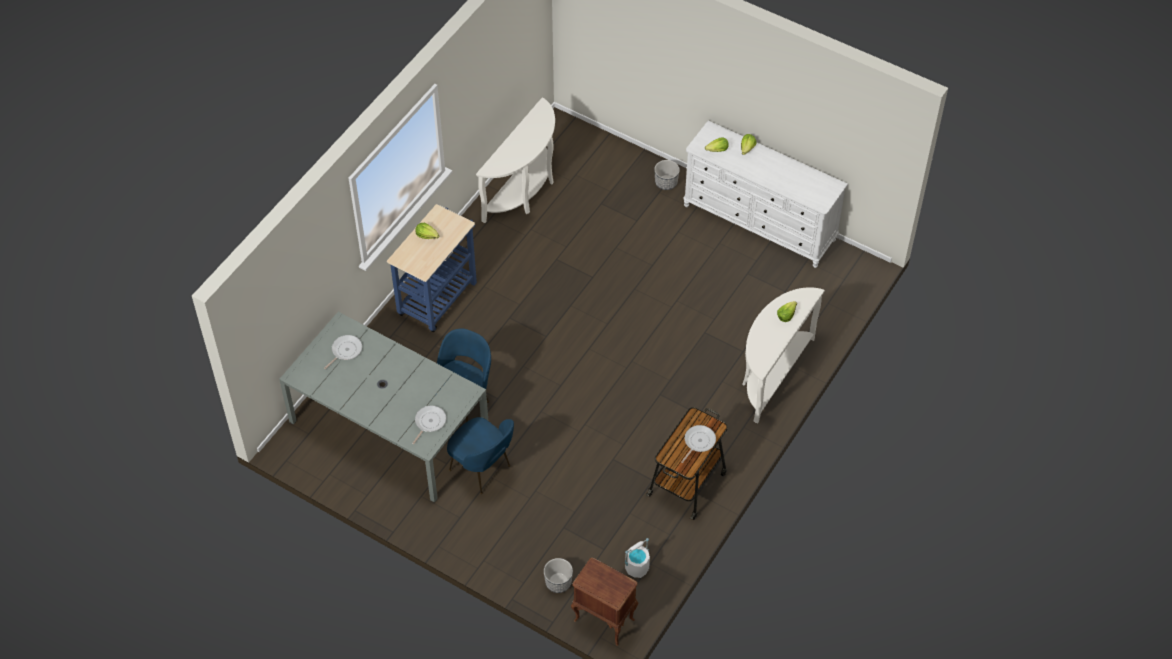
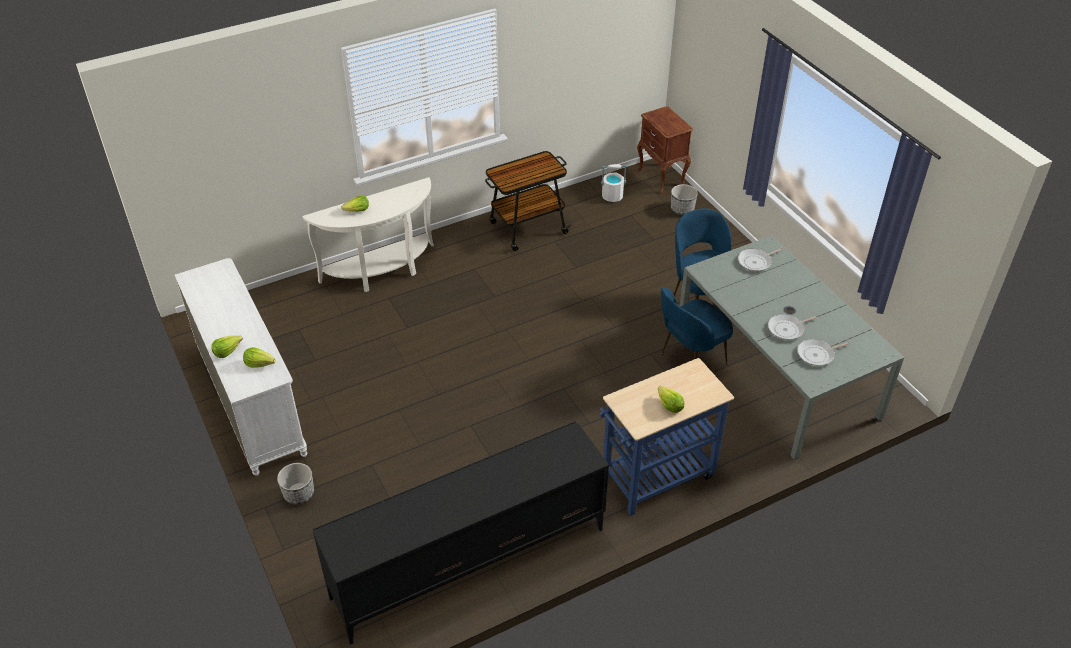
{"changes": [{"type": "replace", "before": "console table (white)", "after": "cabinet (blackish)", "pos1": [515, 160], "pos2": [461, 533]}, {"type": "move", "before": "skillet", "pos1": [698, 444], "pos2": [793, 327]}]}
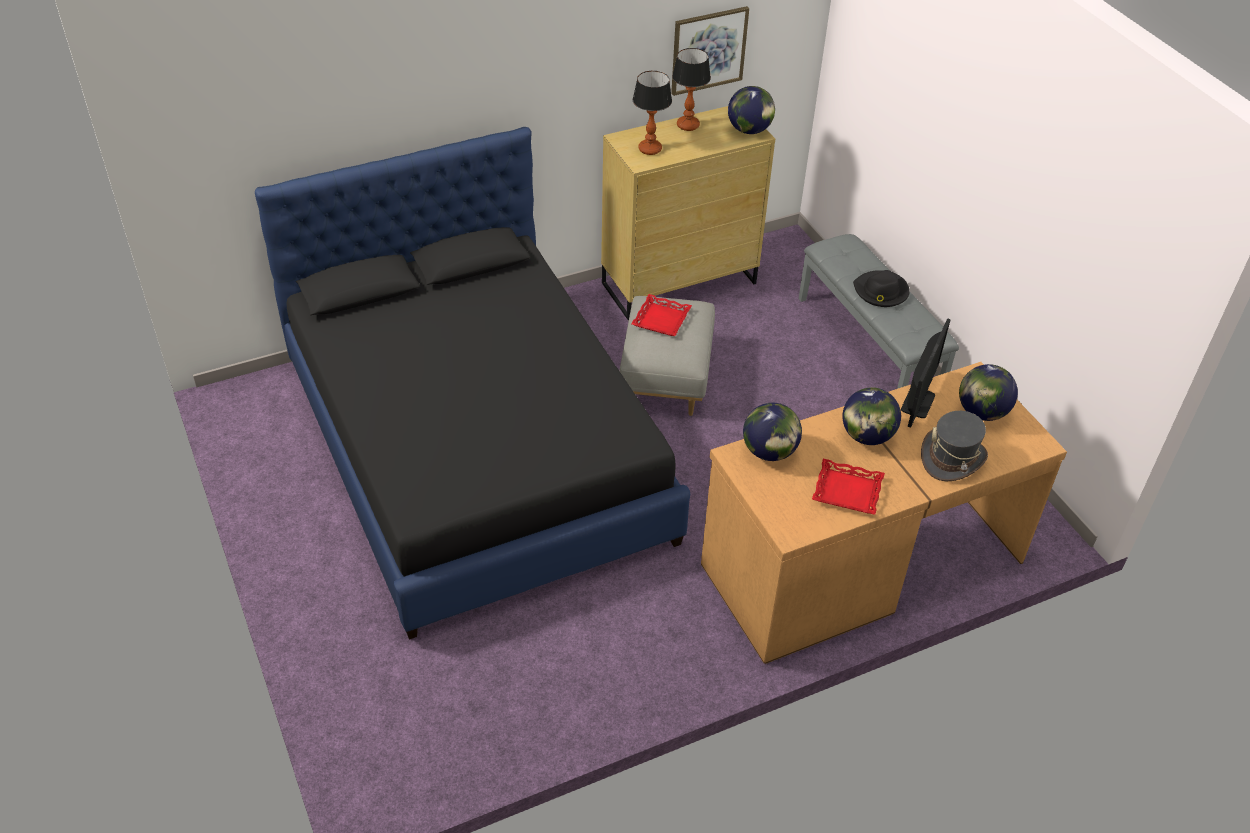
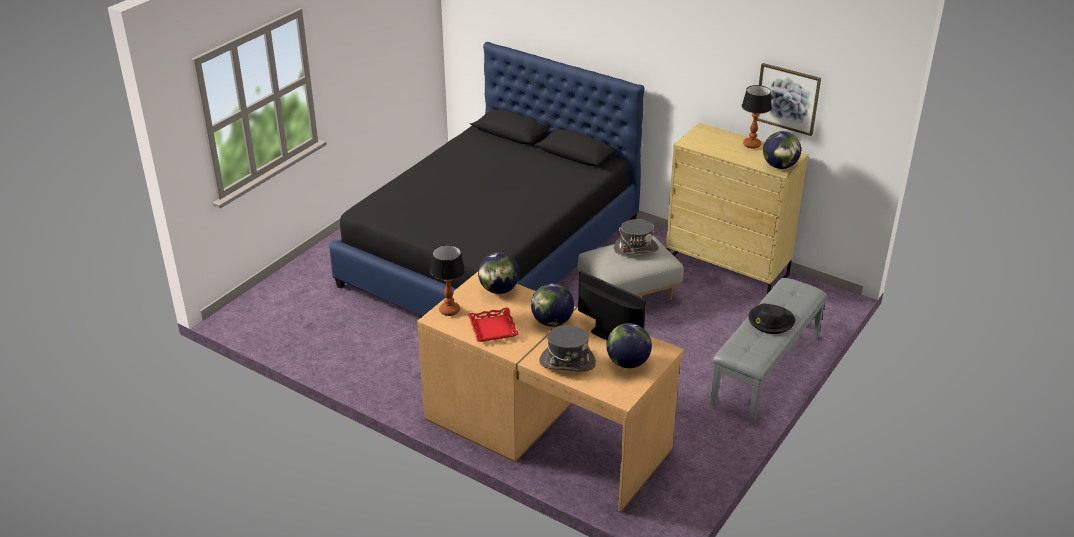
{"changes": [{"type": "move", "before": "tabletop lamp", "pos1": [652, 113], "pos2": [447, 280]}, {"type": "rotate", "before": "monitor", "pos1": [926, 373], "pos2": [612, 305], "turn": -135}, {"type": "replace", "before": "serving tray (red)", "after": "wearable hat (gray)", "pos1": [661, 315], "pos2": [636, 237]}]}
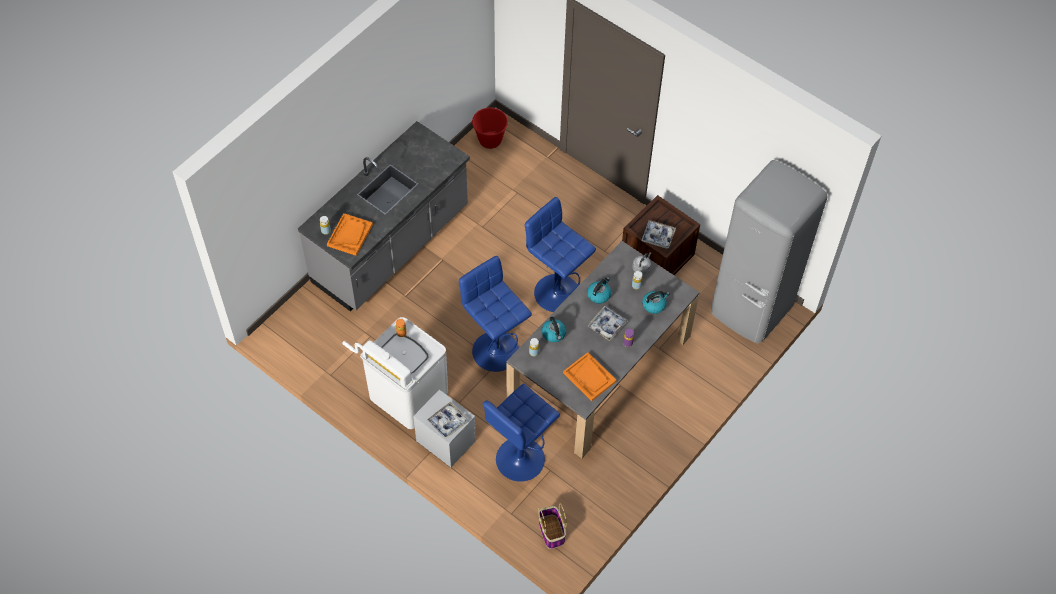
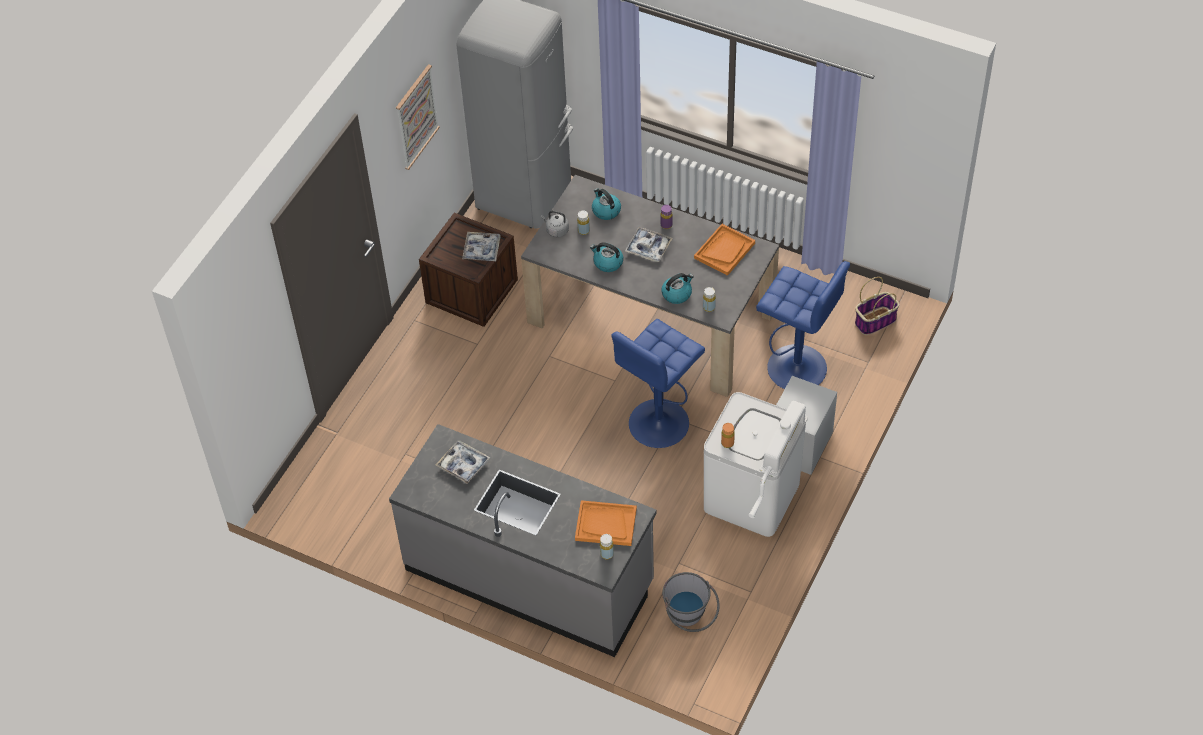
{"changes": [{"type": "insert", "after": "wall picture", "pos2": [418, 117]}, {"type": "move", "before": "serving tray", "pos1": [448, 420], "pos2": [463, 462]}, {"type": "insert", "after": "bucket (gray)", "pos2": [691, 602]}, {"type": "delete", "before": "bucket (red)", "pos1": [489, 128]}, {"type": "delete", "before": "sitting stool (bluish)", "pos1": [560, 254]}]}
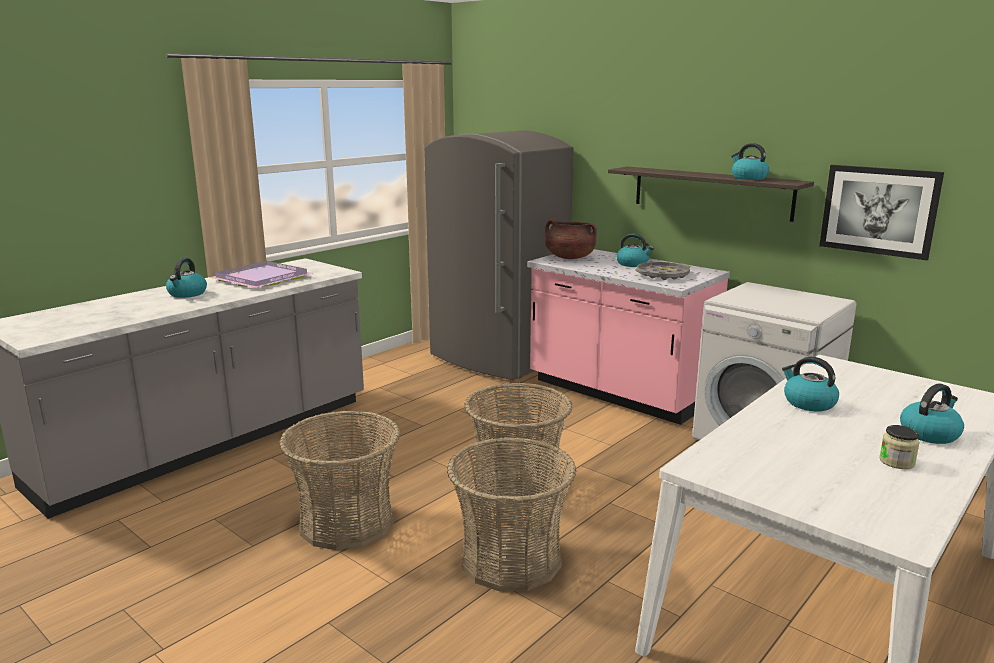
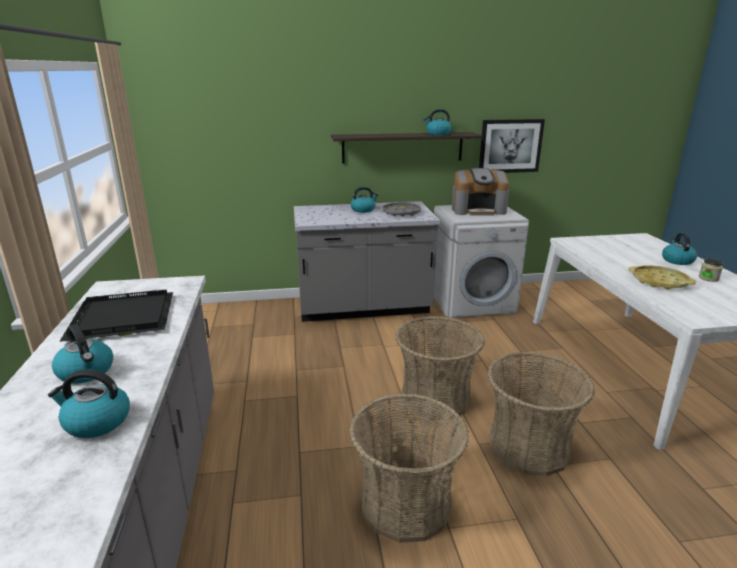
{"changes": [{"type": "move", "before": "kettle", "pos1": [810, 384], "pos2": [89, 404]}, {"type": "recolor", "before": "serving tray (purple)", "after": "serving tray (blackish)", "pos1": [261, 274], "pos2": [116, 315]}, {"type": "recolor", "before": "counter (pink)", "after": "counter (gray)", "pos1": [628, 337], "pos2": [367, 261]}, {"type": "insert", "after": "coffee maker", "pos2": [480, 192]}, {"type": "insert", "after": "serving tray (yellowish)", "pos2": [662, 277]}, {"type": "delete", "before": "refrigerator (gray)", "pos1": [499, 255]}, {"type": "delete", "before": "cooking pot (brown)", "pos1": [571, 239]}]}
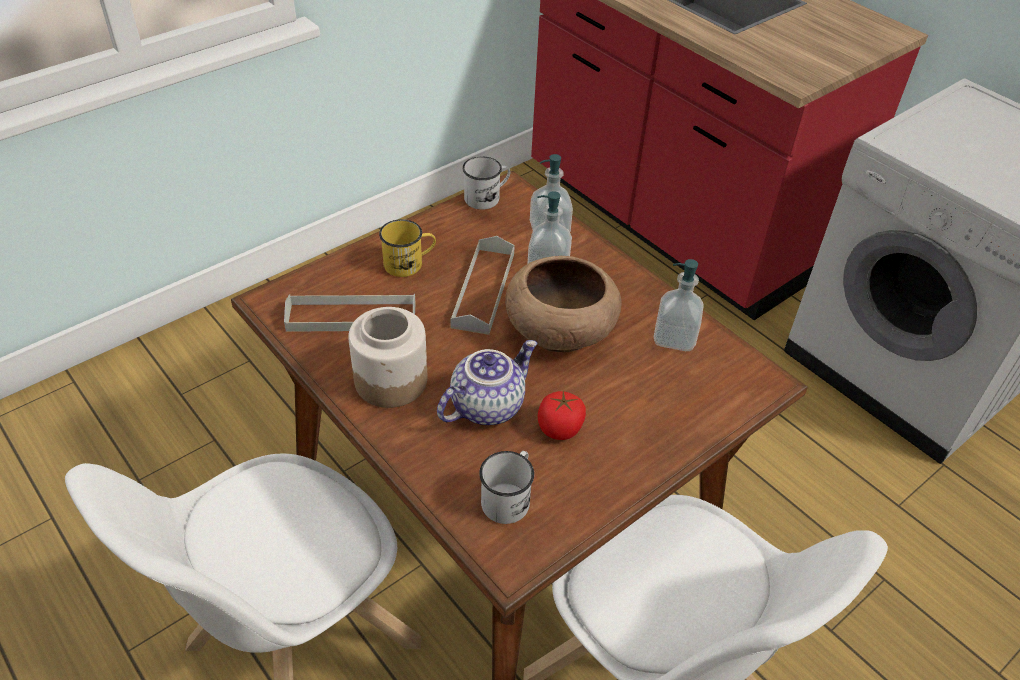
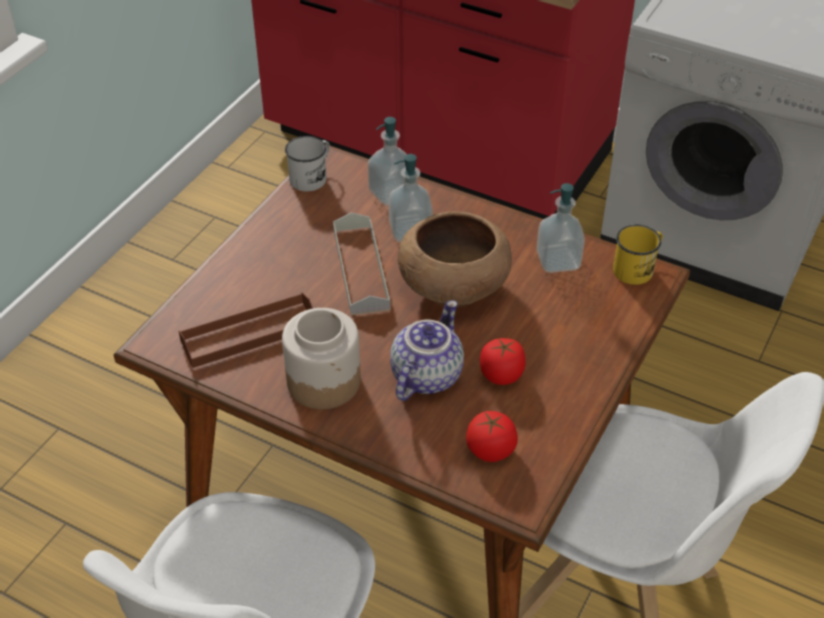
{"changes": [{"type": "recolor", "before": "serving tray (gray)", "after": "serving tray (brown)", "pos1": [350, 313], "pos2": [246, 330]}, {"type": "replace", "before": "coffee mug (white)", "after": "fresh tomato", "pos1": [506, 487], "pos2": [492, 436]}, {"type": "move", "before": "coffee mug (yellowish)", "pos1": [407, 248], "pos2": [638, 254]}]}
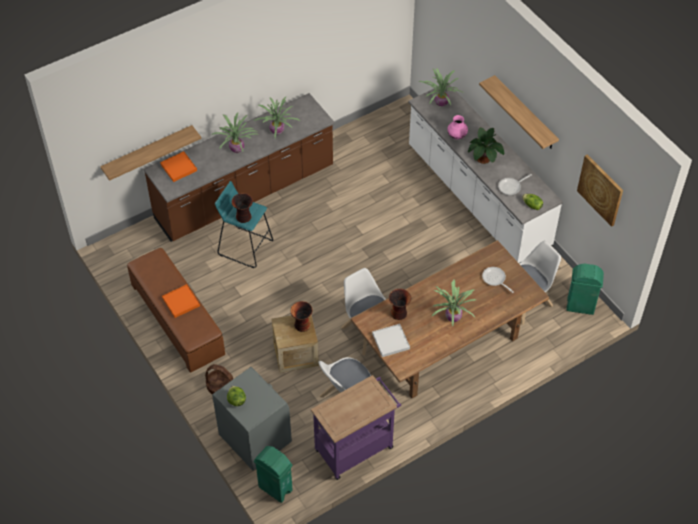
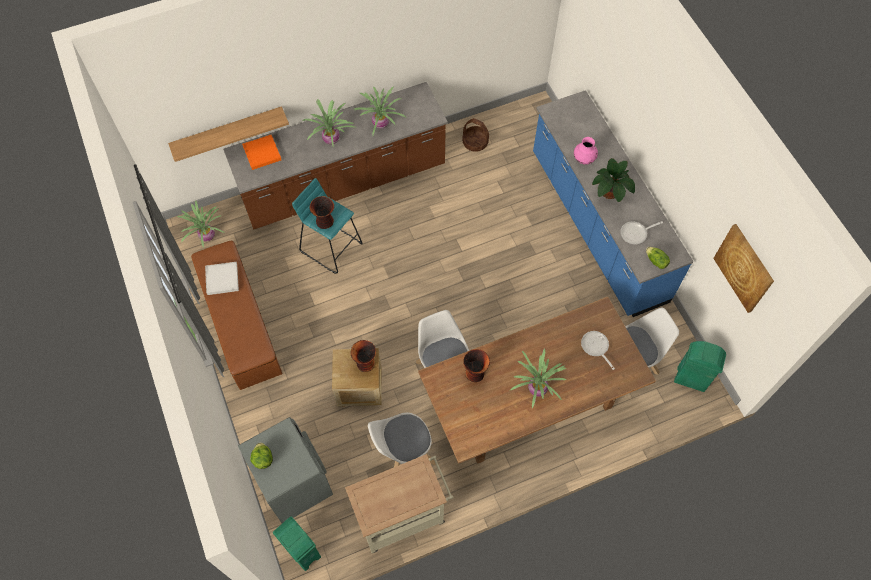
{"changes": [{"type": "move", "before": "plant in a pot", "pos1": [440, 87], "pos2": [200, 224]}, {"type": "move", "before": "serving tray (white)", "pos1": [391, 340], "pos2": [222, 278]}, {"type": "recolor", "before": "wheeled cart (purple)", "after": "wheeled cart (beige)", "pos1": [356, 427], "pos2": [399, 503]}, {"type": "move", "before": "storage basket", "pos1": [219, 379], "pos2": [475, 135]}, {"type": "recolor", "before": "counter (white)", "after": "counter (bluish)", "pos1": [485, 173], "pos2": [613, 203]}, {"type": "delete", "before": "serving tray (orange)", "pos1": [181, 301]}, {"type": "delete", "before": "wall shelf", "pos1": [519, 112]}]}
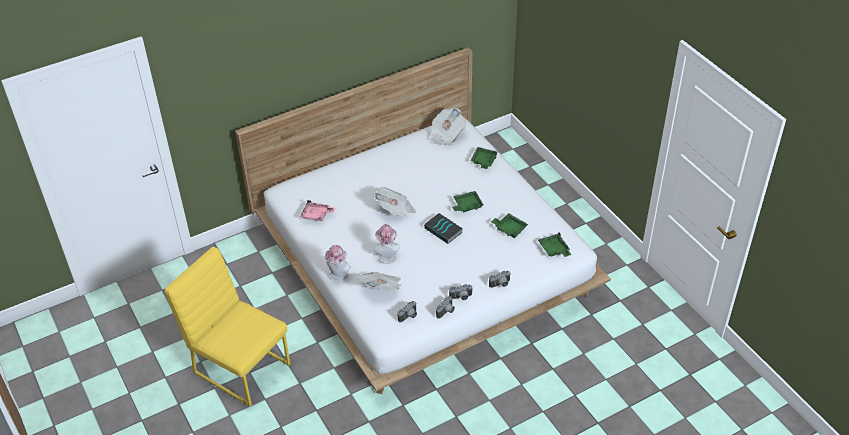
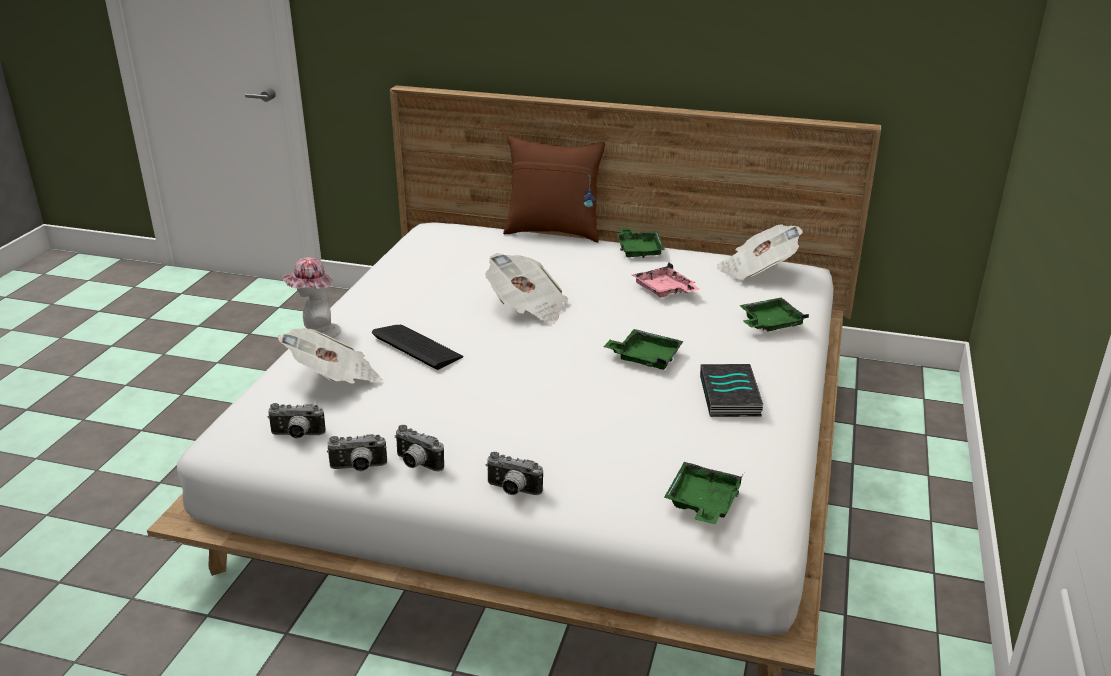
{"changes": [{"type": "replace", "before": "wearable hat", "after": "PC keyboard", "pos1": [387, 244], "pos2": [417, 347]}, {"type": "insert", "after": "cushion (brown)", "pos2": [554, 189]}, {"type": "move", "before": "serving tray (greenish)", "pos1": [509, 225], "pos2": [641, 243]}, {"type": "move", "before": "serving tray (pink)", "pos1": [317, 210], "pos2": [665, 280]}, {"type": "move", "before": "book", "pos1": [443, 228], "pos2": [731, 390]}, {"type": "delete", "before": "upright chair (yellowish)", "pos1": [227, 326]}]}
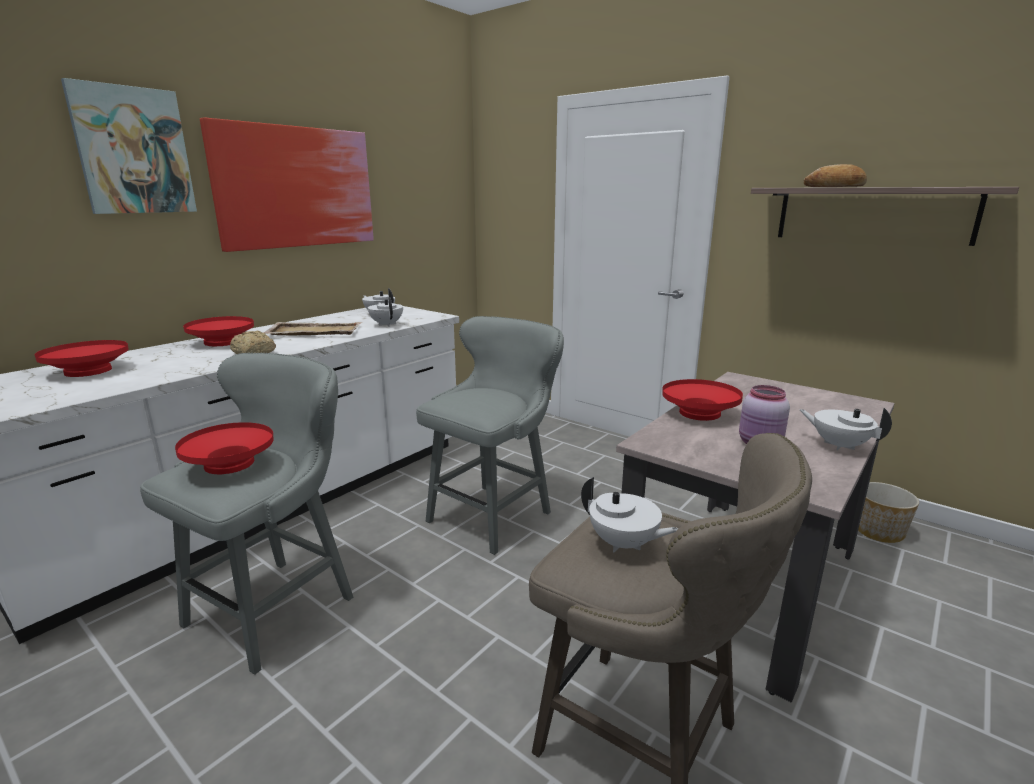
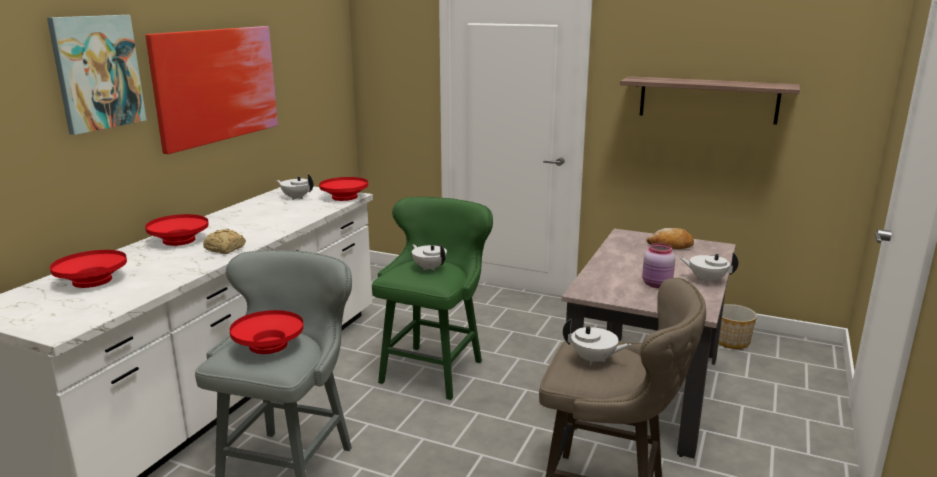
{"changes": [{"type": "move", "before": "bowl (red)", "pos1": [702, 400], "pos2": [343, 189]}, {"type": "recolor", "before": "sitting stool (gray)", "after": "sitting stool (greenish)", "pos1": [490, 435], "pos2": [432, 298]}, {"type": "move", "before": "tea pot (white)", "pos1": [385, 312], "pos2": [429, 257]}, {"type": "move", "before": "baked bread", "pos1": [835, 175], "pos2": [670, 238]}, {"type": "delete", "before": "serving tray (beige)", "pos1": [312, 329]}]}
